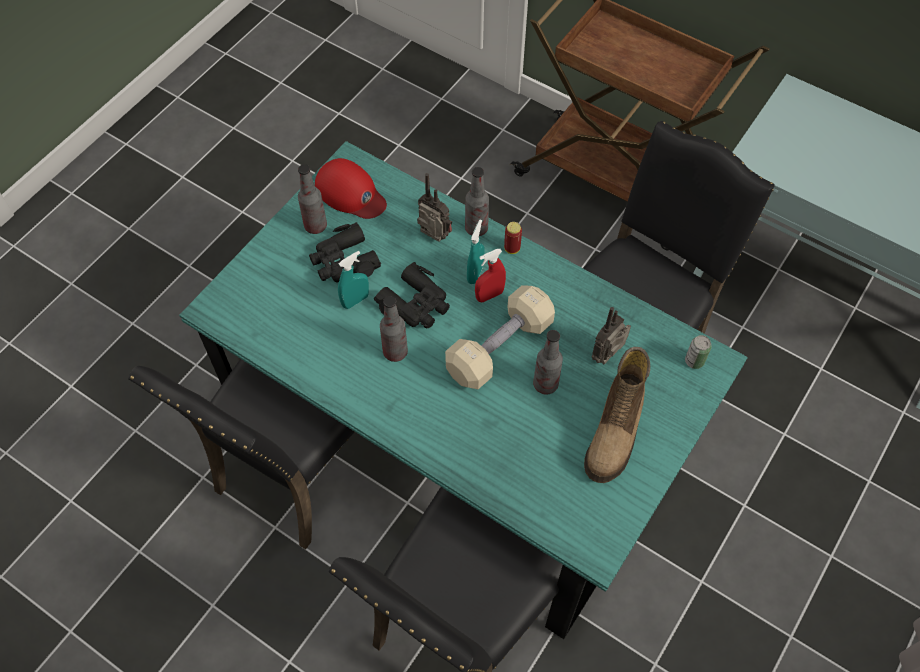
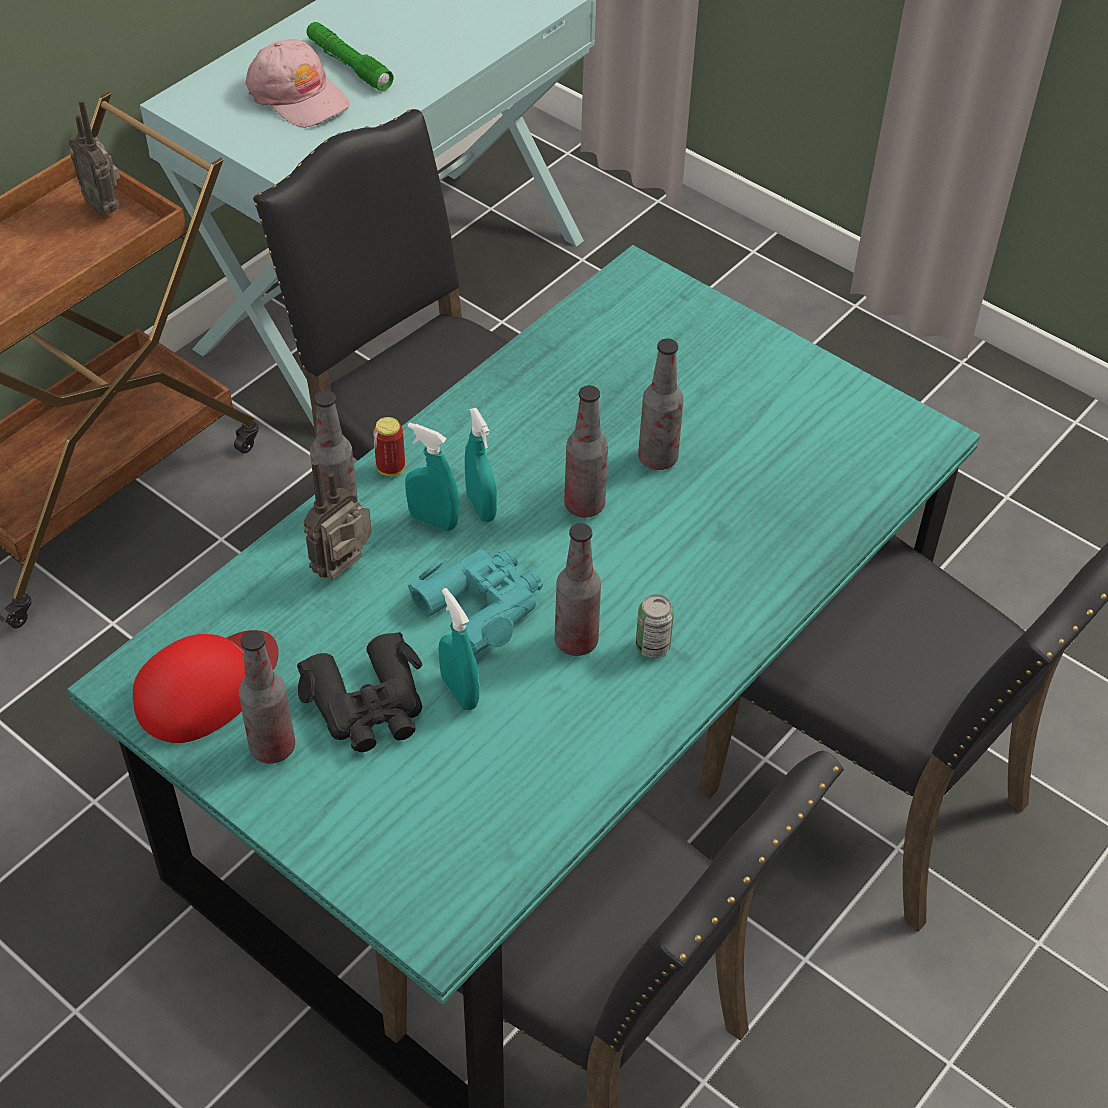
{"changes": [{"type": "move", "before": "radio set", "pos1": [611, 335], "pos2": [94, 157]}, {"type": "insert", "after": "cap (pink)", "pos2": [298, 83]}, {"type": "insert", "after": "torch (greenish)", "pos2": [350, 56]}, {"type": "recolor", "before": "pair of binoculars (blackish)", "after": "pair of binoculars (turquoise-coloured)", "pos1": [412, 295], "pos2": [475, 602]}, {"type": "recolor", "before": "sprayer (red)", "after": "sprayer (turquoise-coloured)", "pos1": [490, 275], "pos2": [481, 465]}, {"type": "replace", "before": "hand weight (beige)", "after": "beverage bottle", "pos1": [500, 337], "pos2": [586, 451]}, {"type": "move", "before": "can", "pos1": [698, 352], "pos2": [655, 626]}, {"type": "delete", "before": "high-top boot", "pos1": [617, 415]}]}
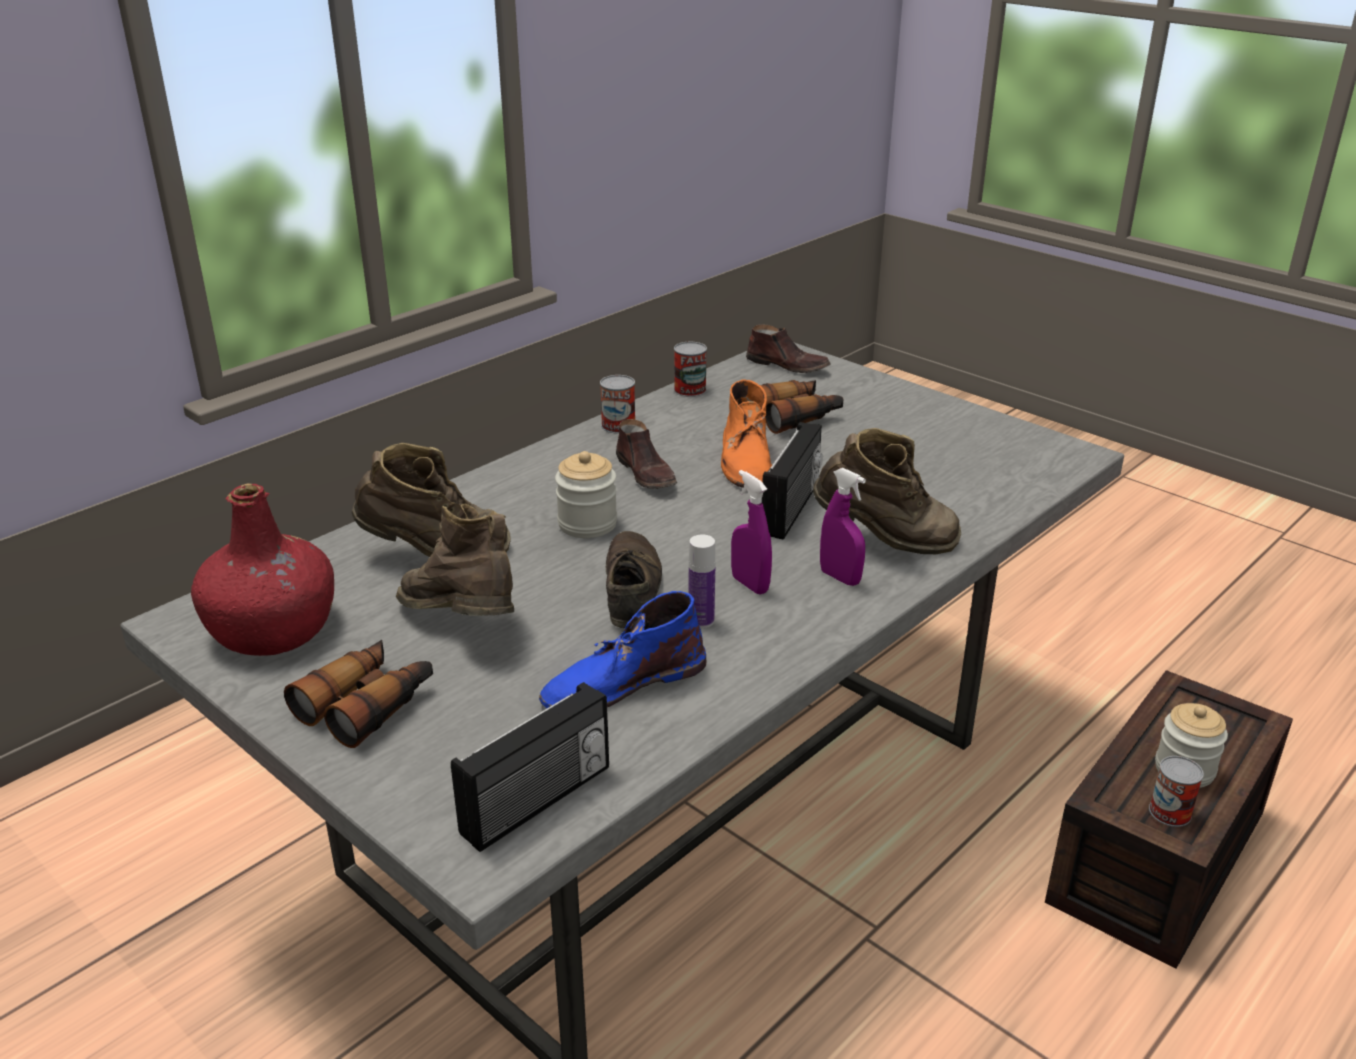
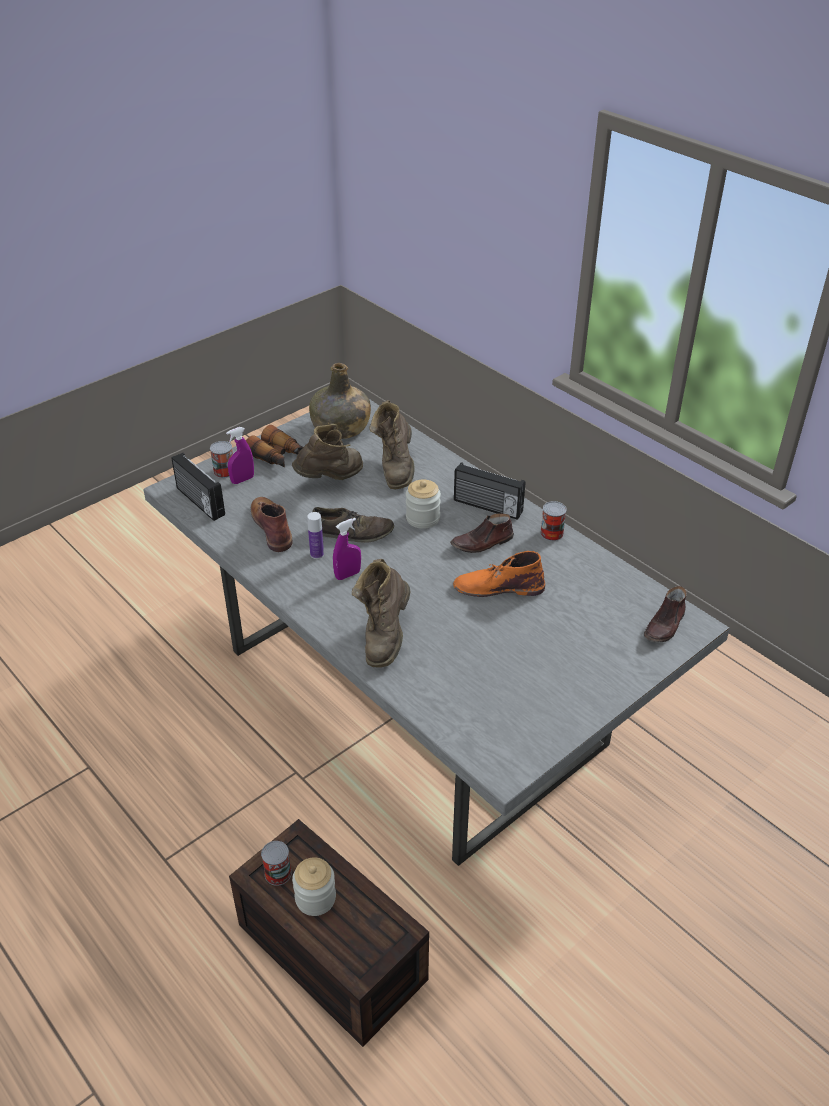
{"changes": [{"type": "move", "before": "can", "pos1": [690, 369], "pos2": [221, 459]}, {"type": "move", "before": "sprayer (purple)", "pos1": [843, 527], "pos2": [240, 455]}, {"type": "recolor", "before": "high-top boot (bluish)", "after": "high-top boot (brown)", "pos1": [622, 649], "pos2": [272, 524]}, {"type": "recolor", "before": "beverage bottle (red)", "after": "beverage bottle (greenish)", "pos1": [262, 569], "pos2": [340, 401]}, {"type": "move", "before": "radio set", "pos1": [792, 481], "pos2": [489, 491]}, {"type": "delete", "before": "pair of binoculars", "pos1": [801, 407]}]}
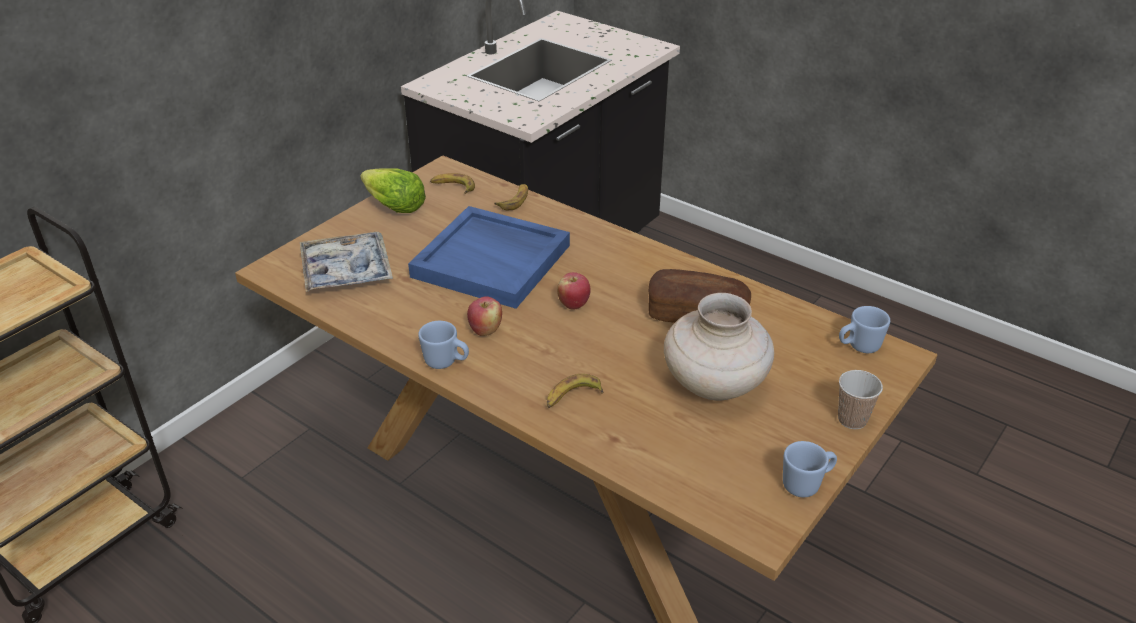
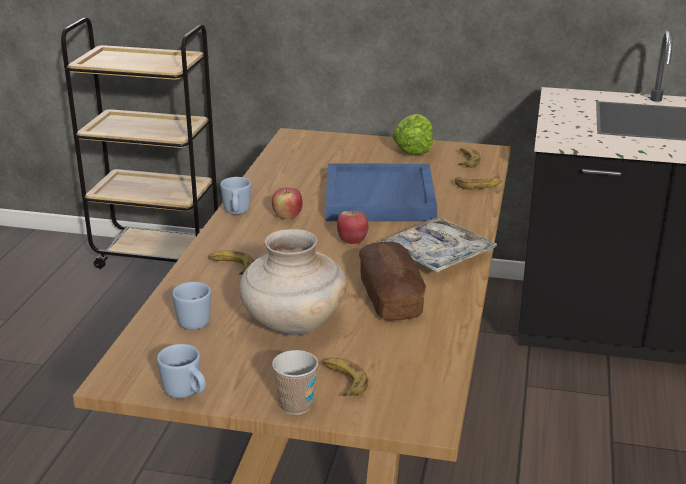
{"changes": [{"type": "move", "before": "coffee mug (bluish)", "pos1": [864, 329], "pos2": [191, 306]}, {"type": "insert", "after": "banana fruit", "pos2": [345, 376]}, {"type": "move", "before": "serving tray", "pos1": [346, 262], "pos2": [438, 244]}]}
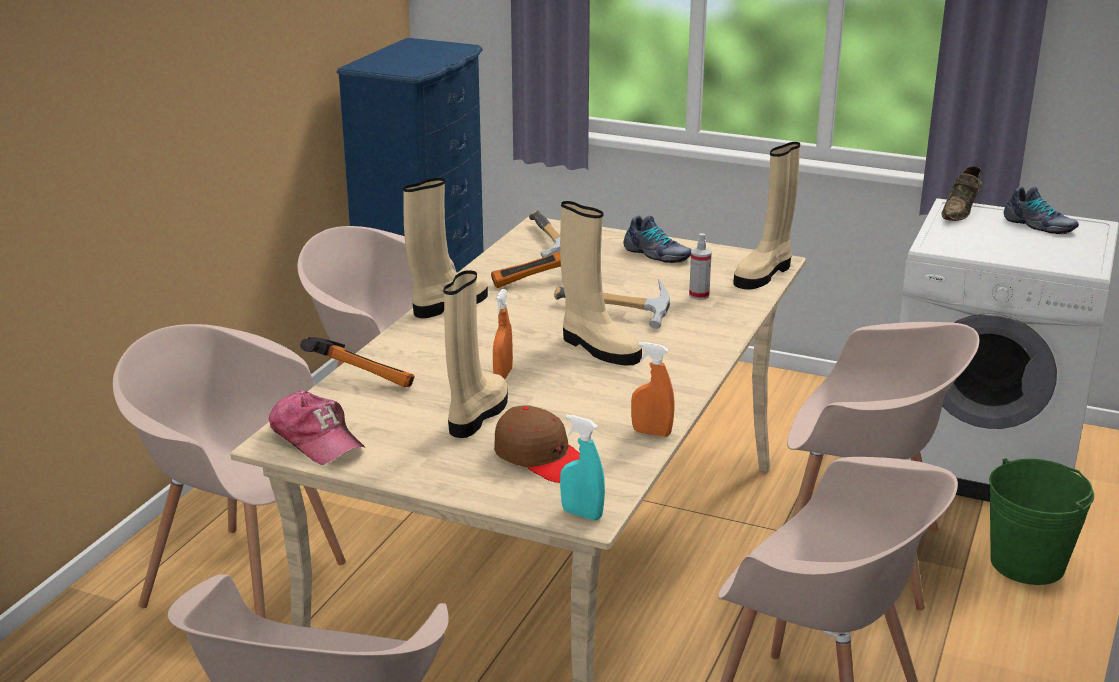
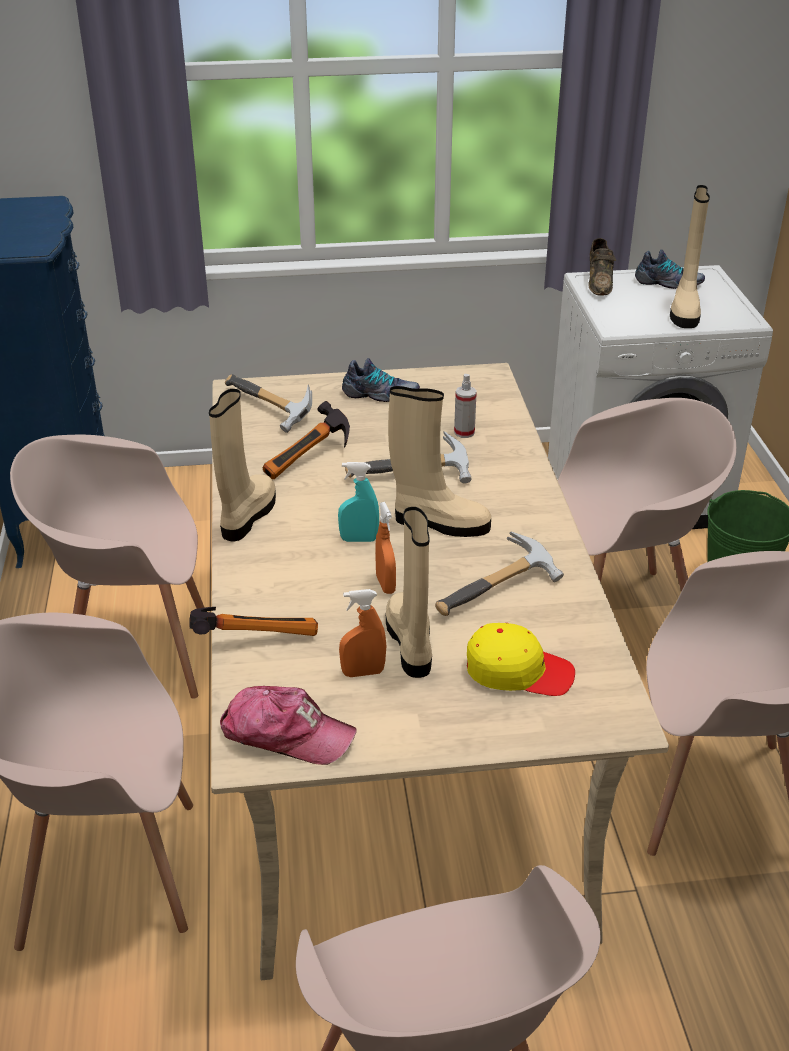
{"changes": [{"type": "move", "before": "sprayer (turquoise-coloured)", "pos1": [582, 467], "pos2": [358, 502]}, {"type": "move", "before": "sprayer (orange)", "pos1": [653, 389], "pos2": [362, 633]}, {"type": "insert", "after": "hammer", "pos2": [499, 574]}, {"type": "recolor", "before": "cap (brown)", "after": "cap (yellowish)", "pos1": [537, 444], "pos2": [521, 659]}, {"type": "move", "before": "high-top boot (beige)", "pos1": [766, 216], "pos2": [690, 256]}]}
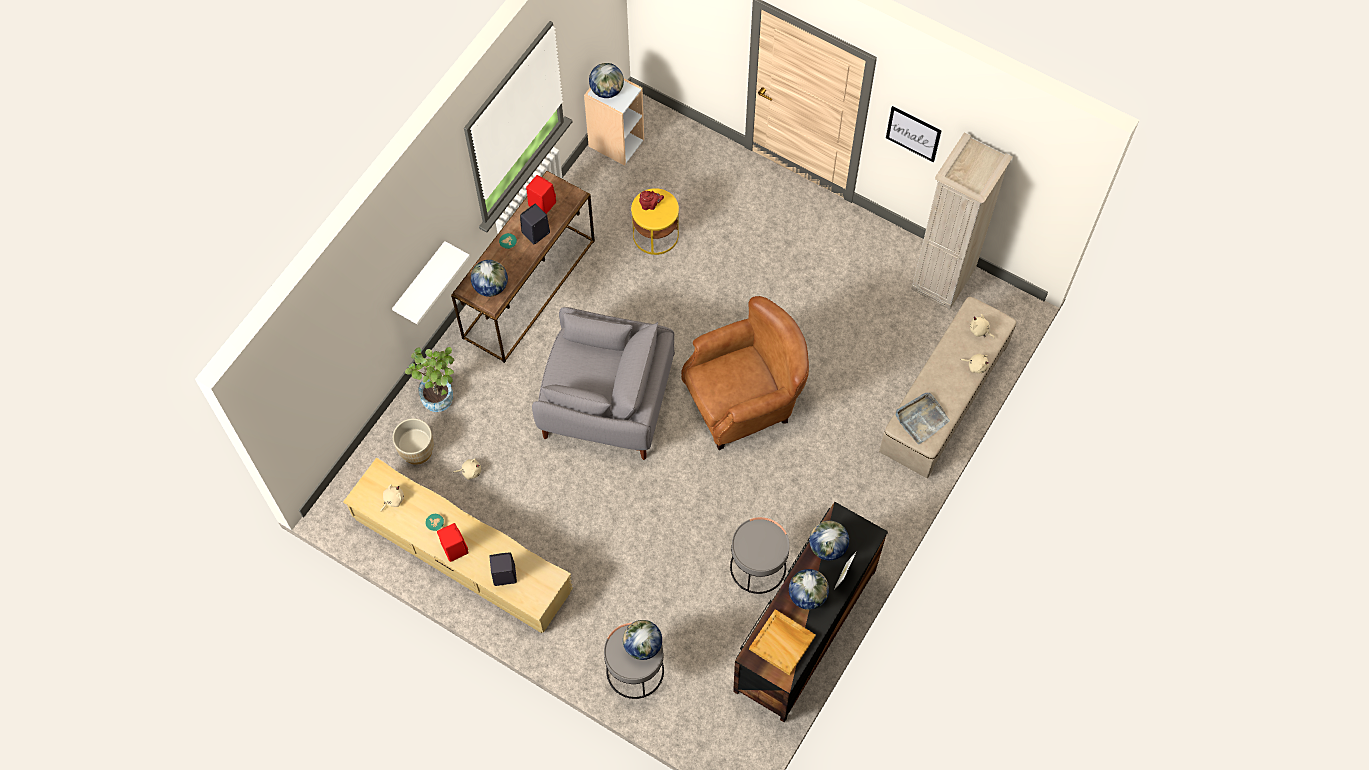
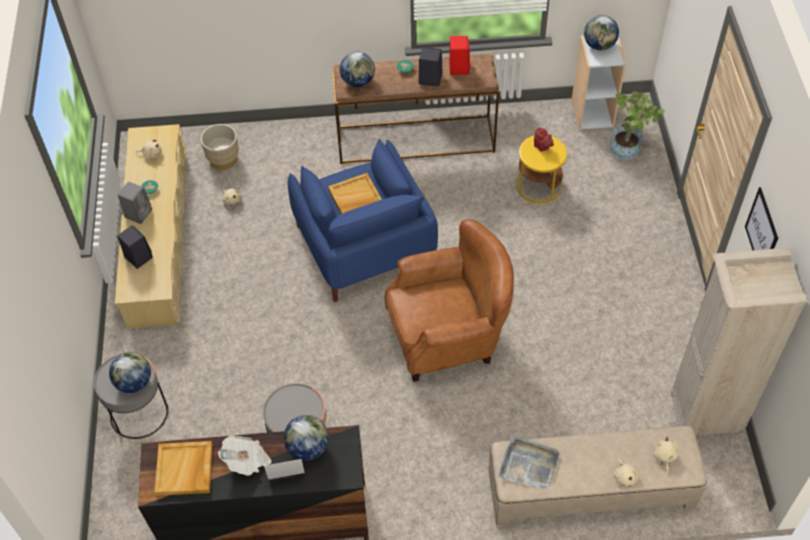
{"changes": [{"type": "recolor", "before": "loudspeaker (red)", "after": "loudspeaker (gray)", "pos1": [452, 542], "pos2": [135, 203]}, {"type": "replace", "before": "globe", "after": "printed paper", "pos1": [809, 589], "pos2": [244, 455]}, {"type": "recolor", "before": "easy chair (gray)", "after": "easy chair (bluish)", "pos1": [603, 383], "pos2": [363, 220]}, {"type": "insert", "after": "serving tray (beige)", "pos2": [355, 193]}, {"type": "rotate", "before": "easy chair (brown)", "pos1": [745, 373], "pos2": [449, 300], "turn": -45}, {"type": "move", "before": "plant in a pot", "pos1": [430, 379], "pos2": [637, 125]}, {"type": "delete", "before": "wall shelf (white)", "pos1": [431, 283]}]}
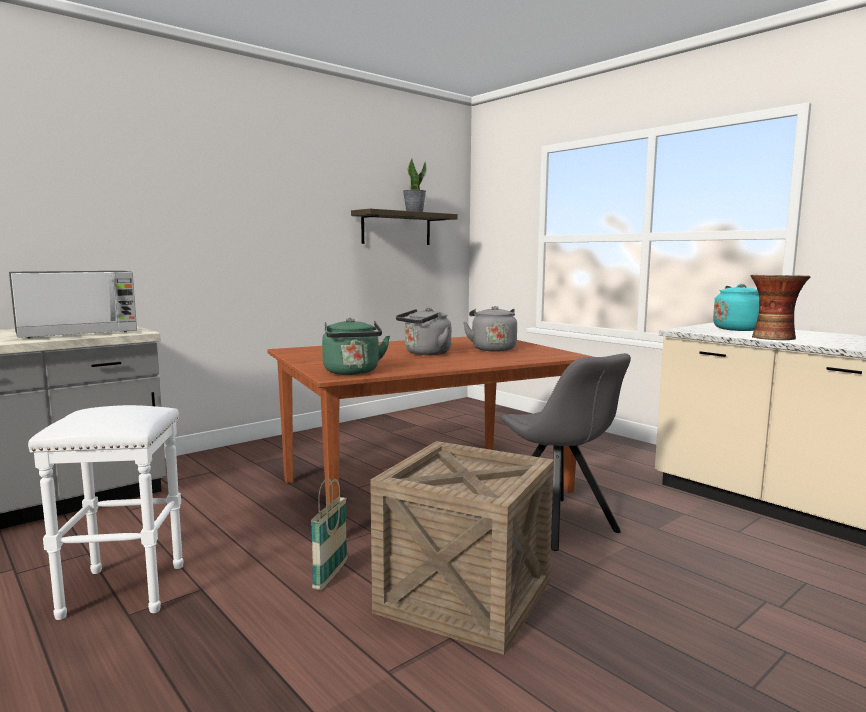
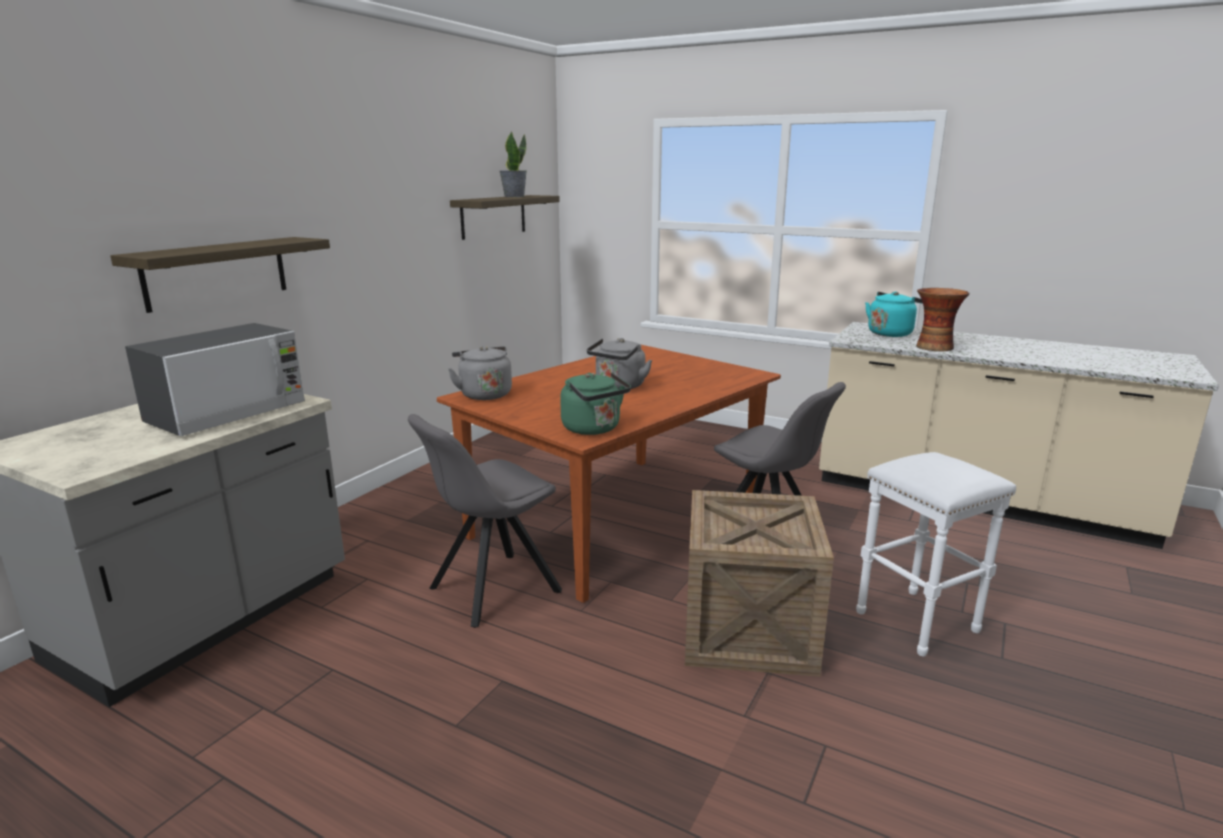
{"changes": [{"type": "insert", "after": "wall shelf", "pos2": [220, 275]}, {"type": "insert", "after": "upright chair (gray)", "pos2": [485, 521]}, {"type": "move", "before": "kettle (gray)", "pos1": [490, 329], "pos2": [480, 373]}, {"type": "move", "before": "sitting stool (white)", "pos1": [105, 512], "pos2": [936, 554]}, {"type": "delete", "before": "storage basket", "pos1": [329, 534]}]}
